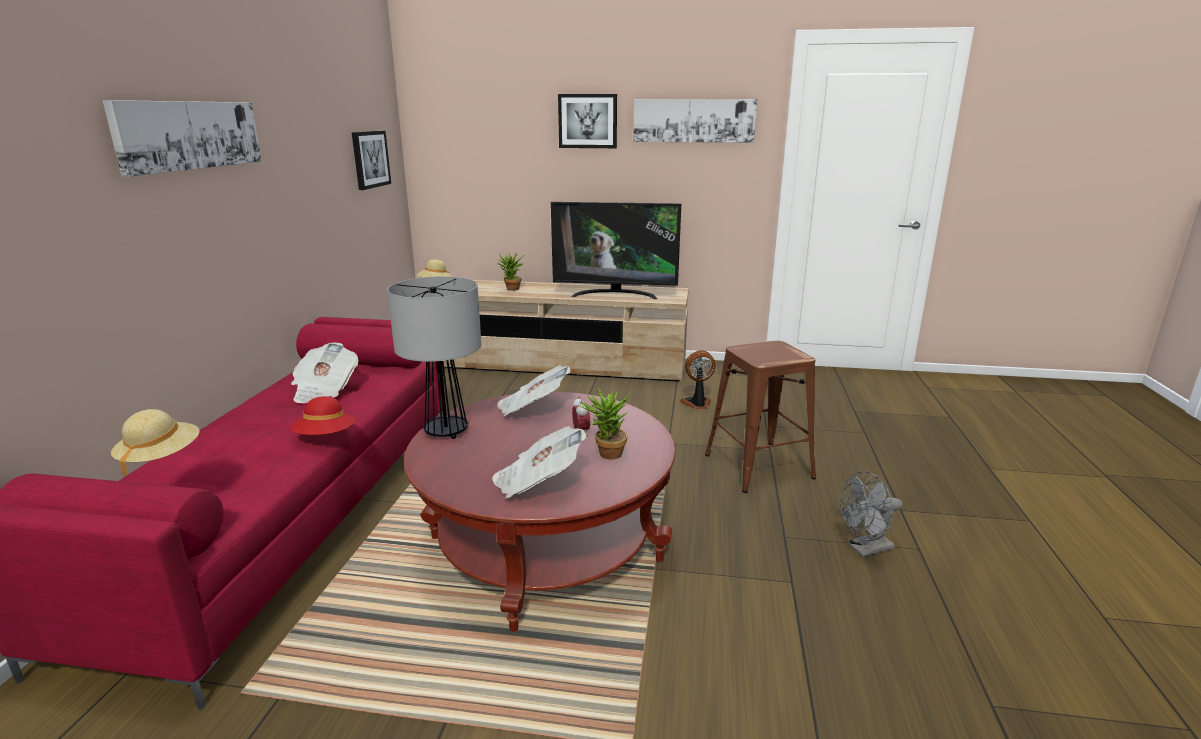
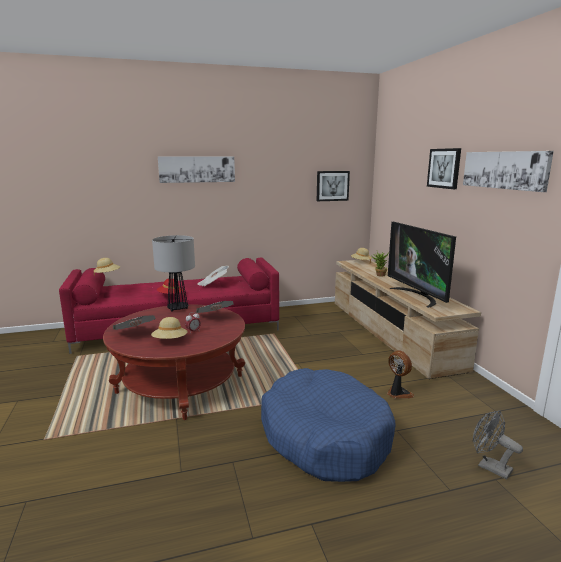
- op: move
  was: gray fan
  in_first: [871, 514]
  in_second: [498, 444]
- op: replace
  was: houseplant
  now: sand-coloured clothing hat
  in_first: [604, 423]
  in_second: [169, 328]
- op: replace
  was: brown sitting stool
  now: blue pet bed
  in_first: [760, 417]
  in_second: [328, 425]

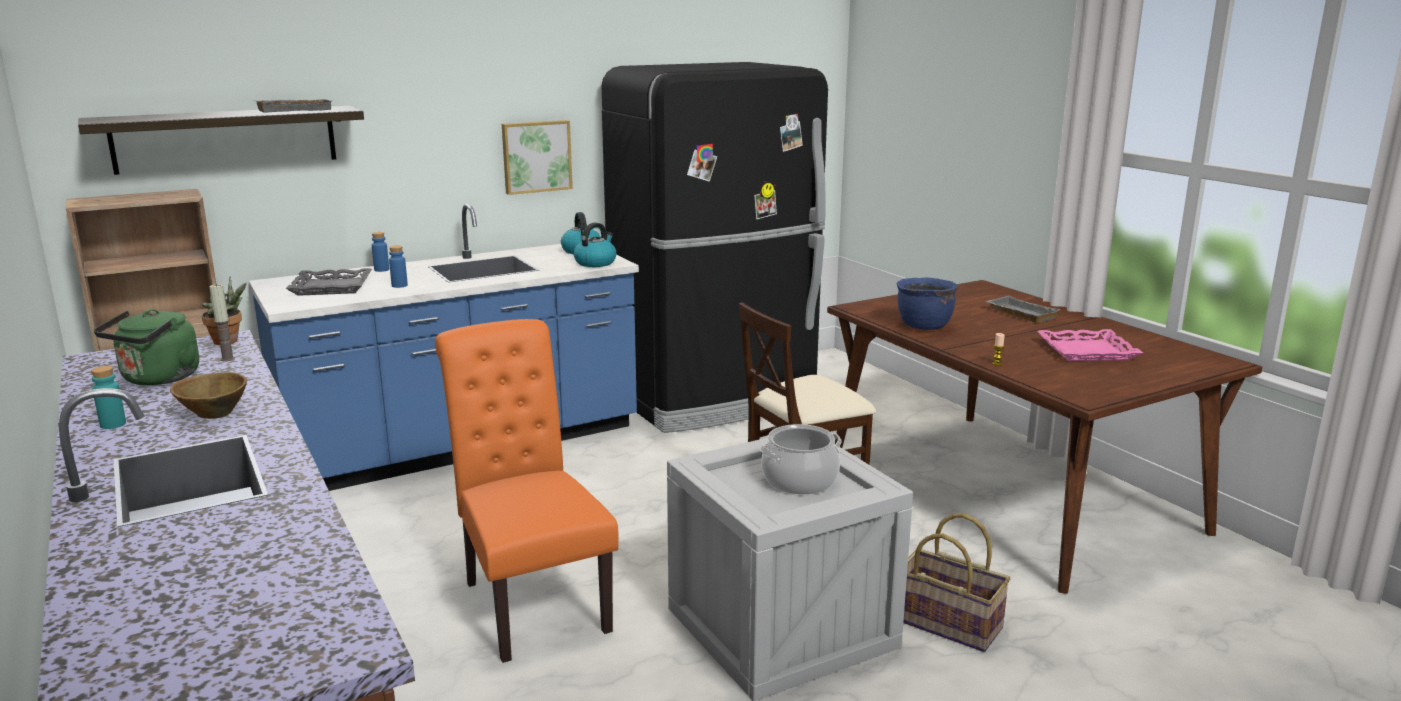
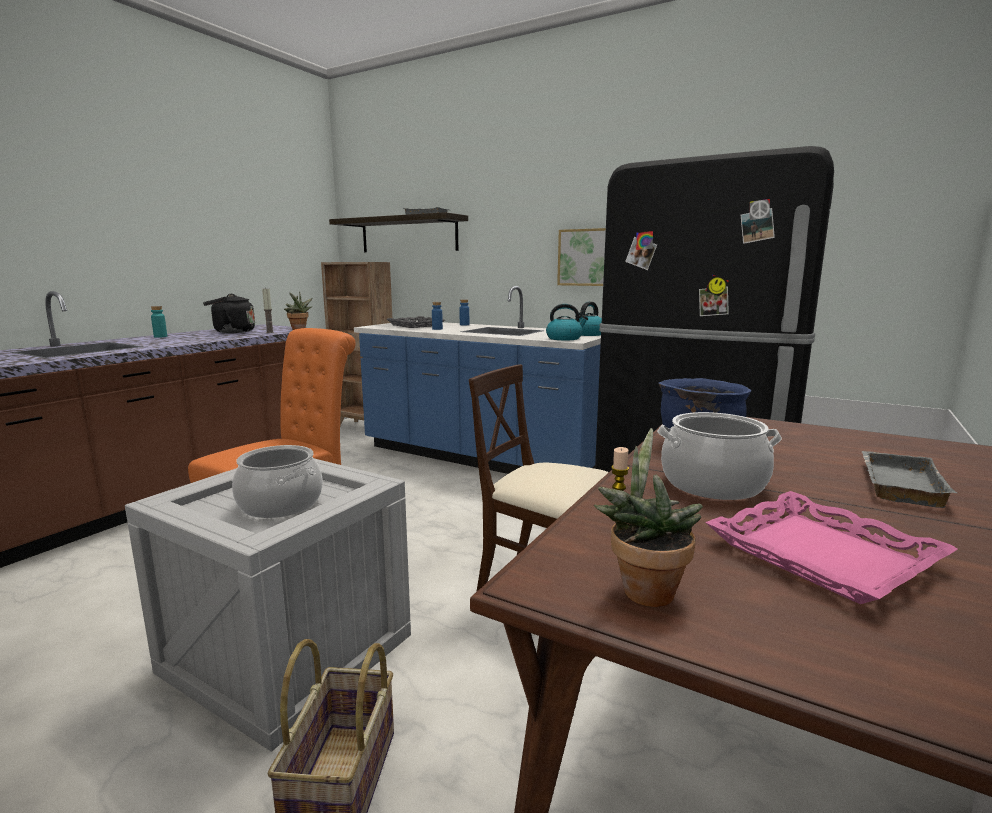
- op: delete
  was: brown bowl
  in_first: [208, 395]
- op: insert
  now: houseplant
  in_second: [648, 517]
- op: insert
  now: stockpot
  in_second: [719, 456]
- op: recolor
  was: green-coloured kettle
  now: black-coloured kettle
  in_first: [146, 347]
  in_second: [229, 313]

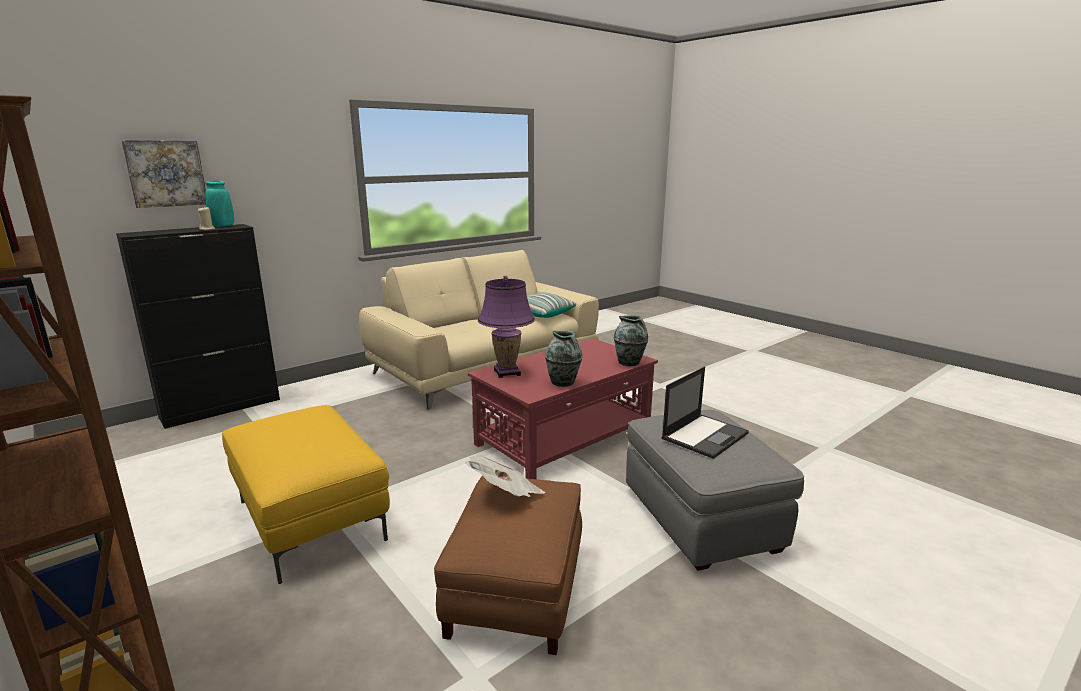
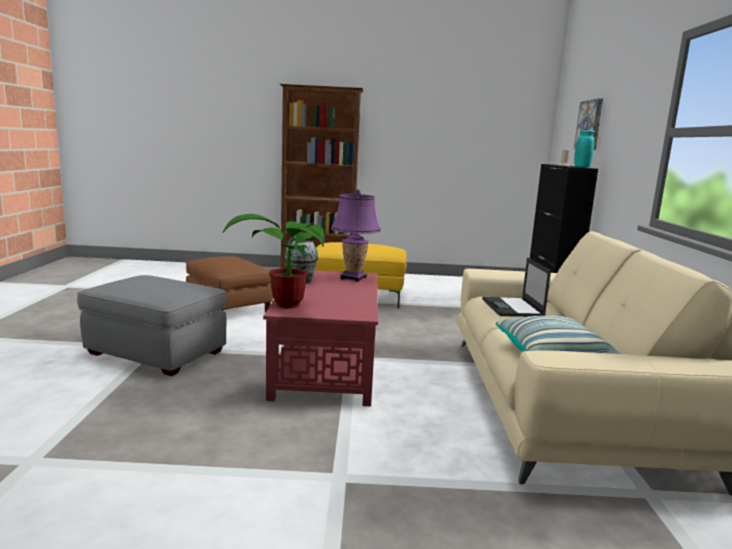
- op: delete
  was: newspaper
  in_first: [505, 476]
- op: move
  was: notebook computer
  in_first: [705, 412]
  in_second: [516, 287]
- op: replace
  was: vase
  now: houseplant
  in_first: [631, 340]
  in_second: [273, 261]

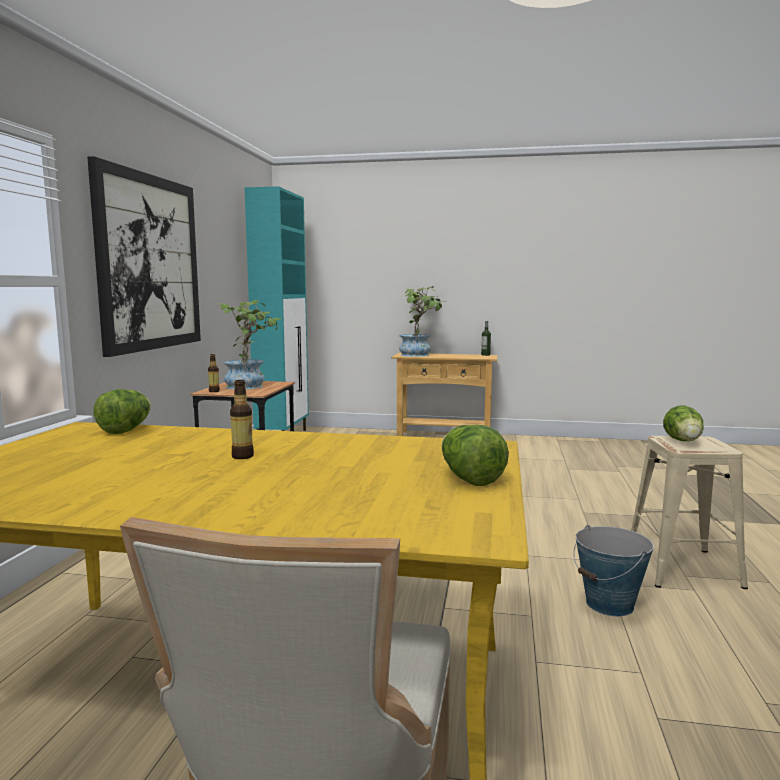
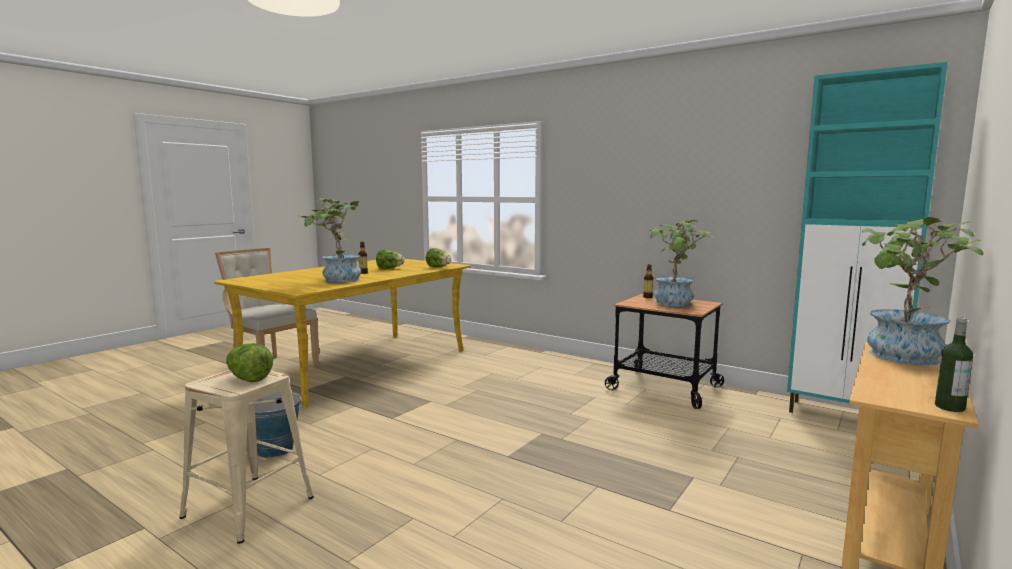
- op: delete
  was: wall picture
  in_first: [144, 256]
- op: insert
  now: houseplant
  in_second: [329, 240]
- op: move
  was: lettuce head
  in_first: [475, 455]
  in_second: [390, 259]

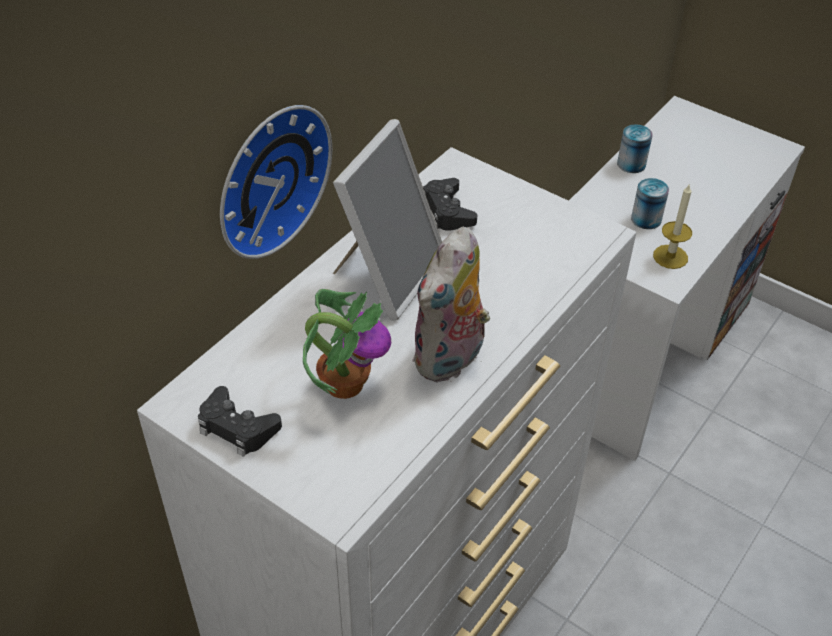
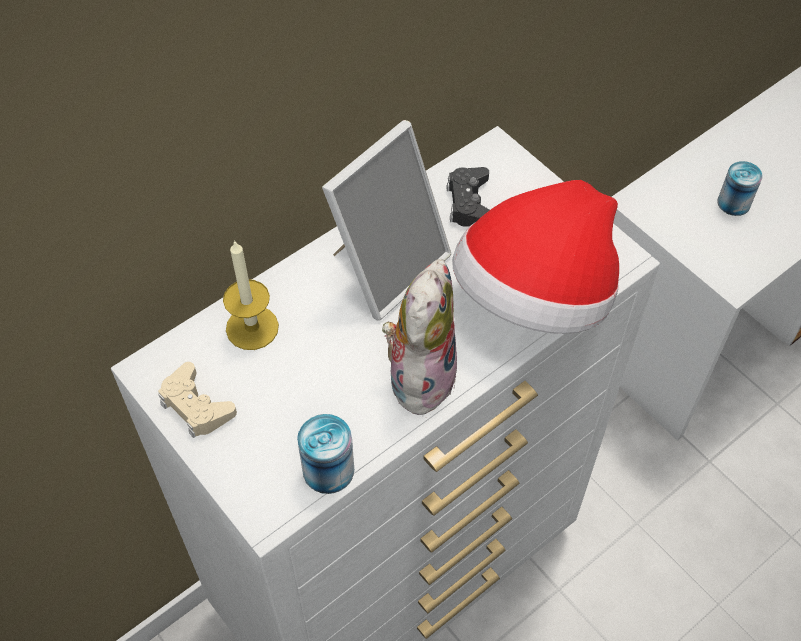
- op: delete
  was: wall clock
  in_first: [276, 182]
- op: delete
  was: houseplant
  in_first: [347, 344]
- op: insert
  now: clothing hat
  in_second: [535, 257]
- op: move
  was: can
  in_first: [635, 148]
  in_second: [325, 454]
- op: move
  was: wax light
  in_first: [672, 226]
  in_second: [251, 295]
- op: recolor
  was: black-coloured gamepad
  now: sand-coloured gamepad
  in_first: [240, 421]
  in_second: [197, 400]
- op: rotate
  was: soft toy
  in_first: [451, 304]
  in_second: [419, 340]
  clockwise: 150

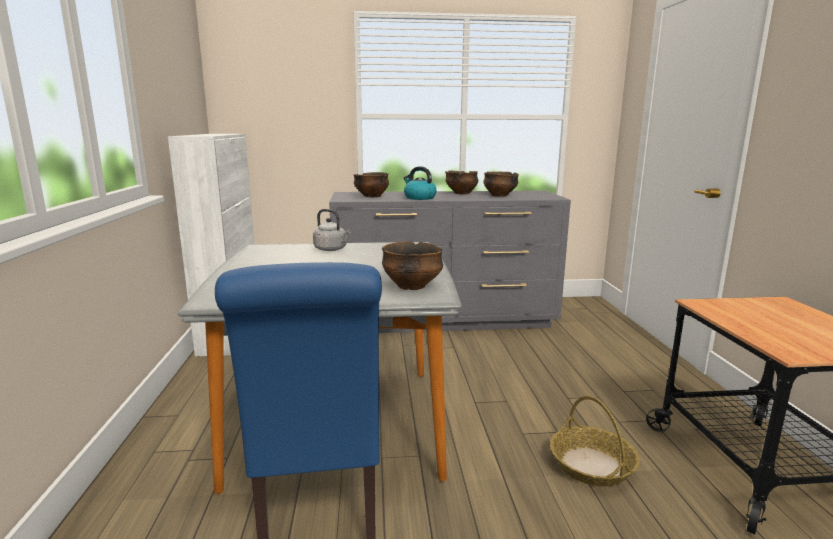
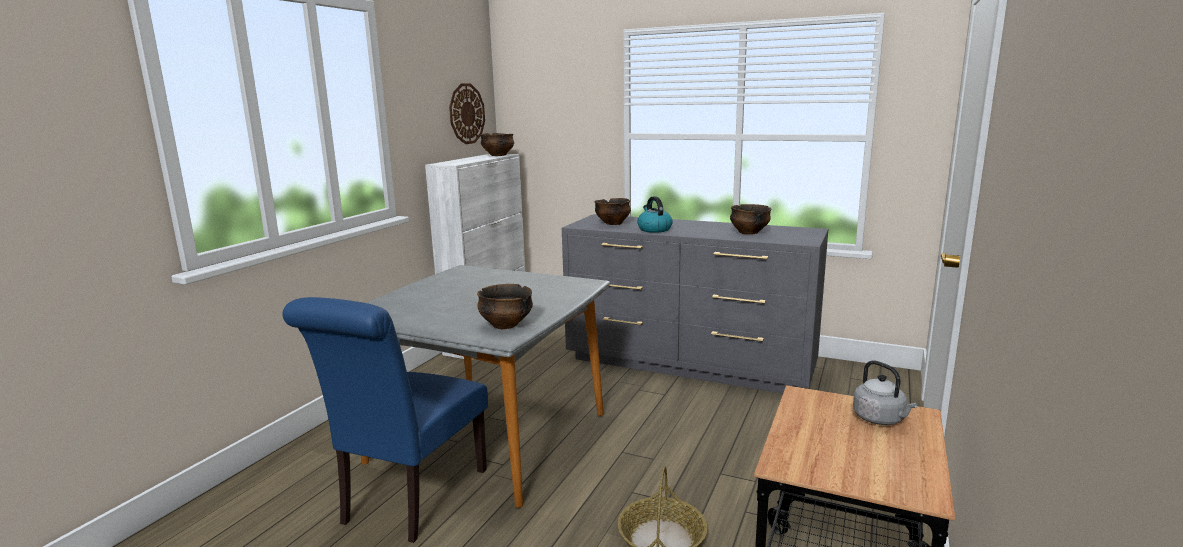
- op: insert
  now: wall clock
  in_second: [467, 114]
- op: move
  was: gray kettle
  in_first: [332, 230]
  in_second: [885, 393]
- op: move
  was: bowl
  in_first: [461, 182]
  in_second: [497, 144]

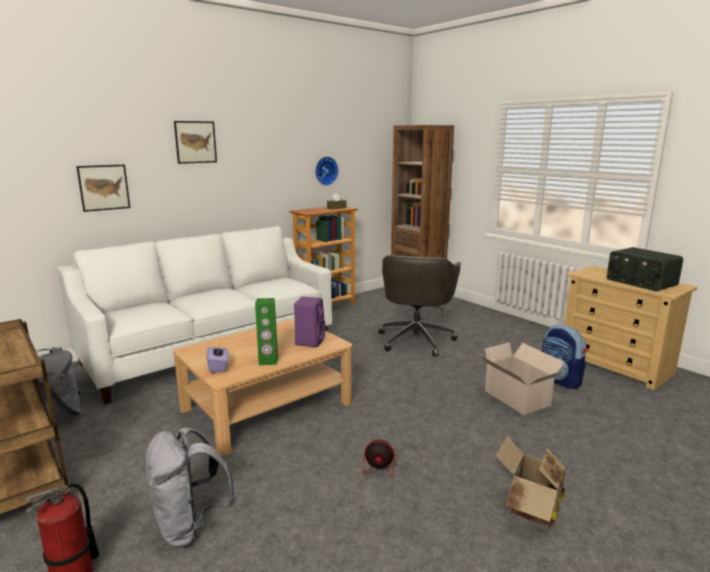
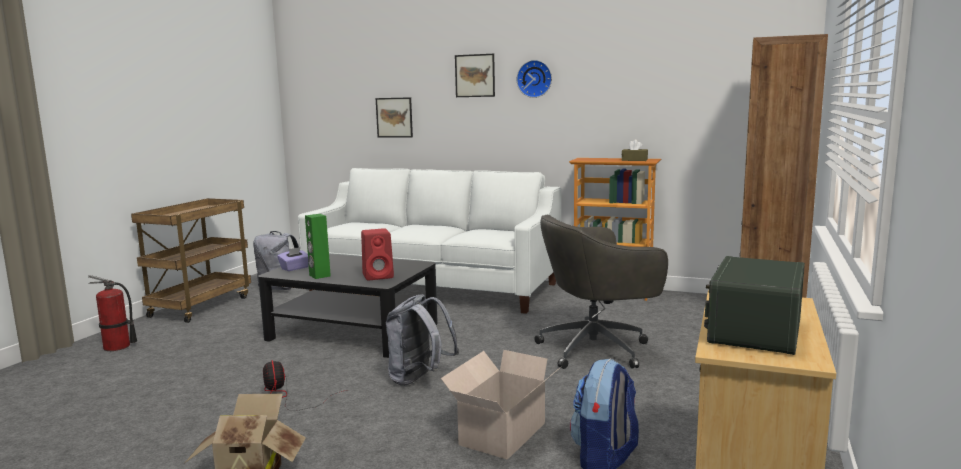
- op: move
  was: gray rucksack
  in_first: [190, 487]
  in_second: [422, 340]
- op: move
  was: wall clock
  in_first: [327, 171]
  in_second: [534, 79]
- op: recolor
  was: sand-coloured lounge table
  now: black-coloured lounge table
  in_first: [262, 387]
  in_second: [348, 306]
- op: recolor
  was: purple speaker
  now: red-coloured speaker
  in_first: [309, 322]
  in_second: [377, 254]

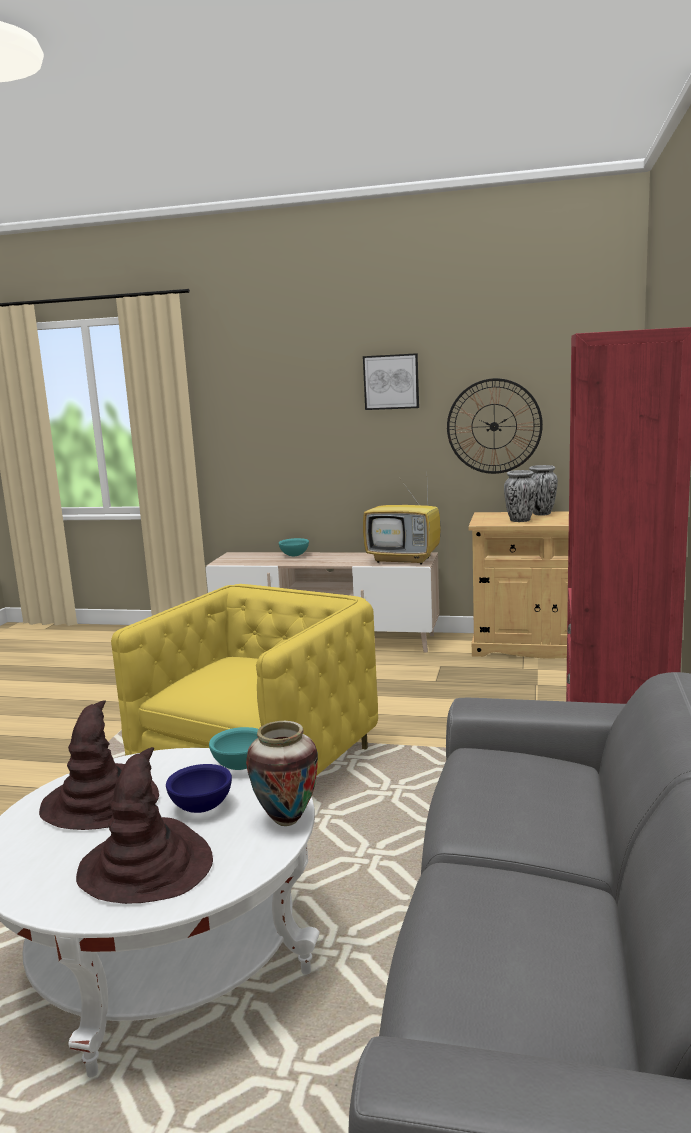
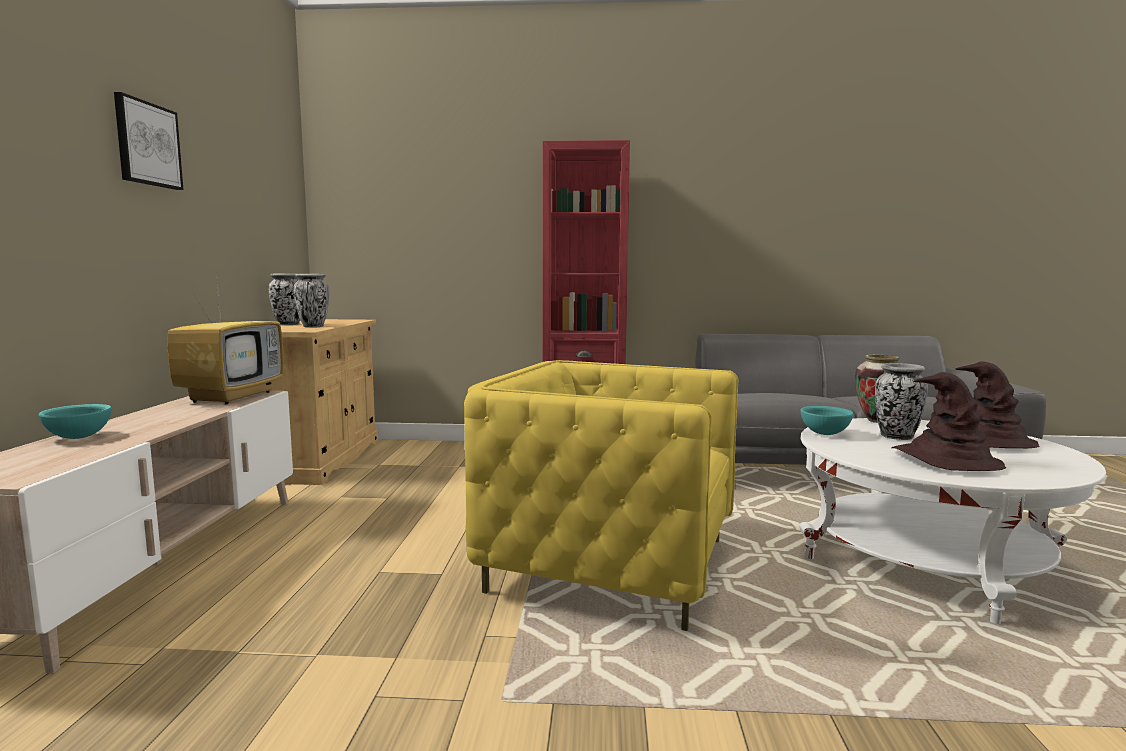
- op: delete
  was: wall clock
  in_first: [495, 426]
- op: replace
  was: blue bowl
  now: vase
  in_first: [199, 788]
  in_second: [901, 401]

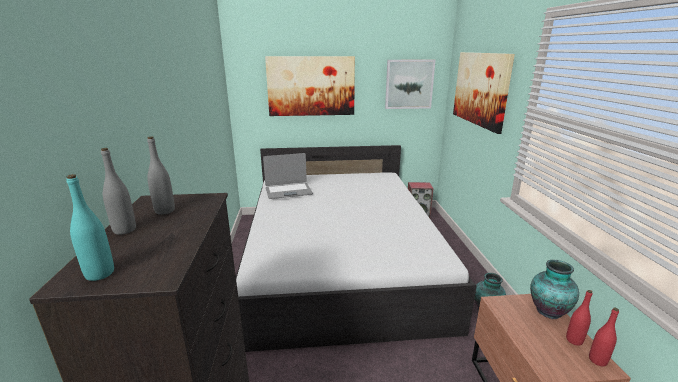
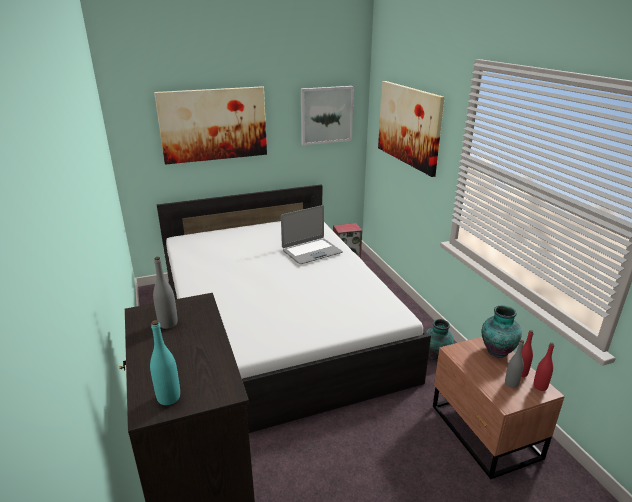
- op: move
  was: gray beverage bottle
  in_first: [118, 191]
  in_second: [514, 364]
- op: move
  was: notebook computer
  in_first: [288, 176]
  in_second: [312, 234]

